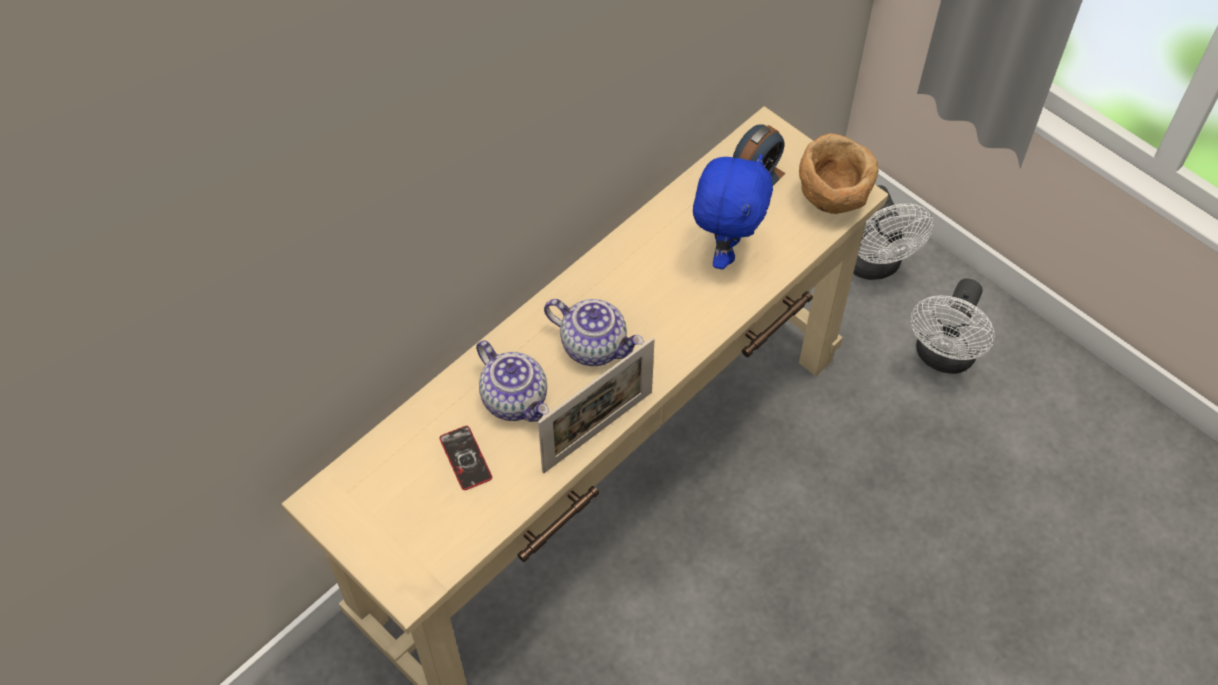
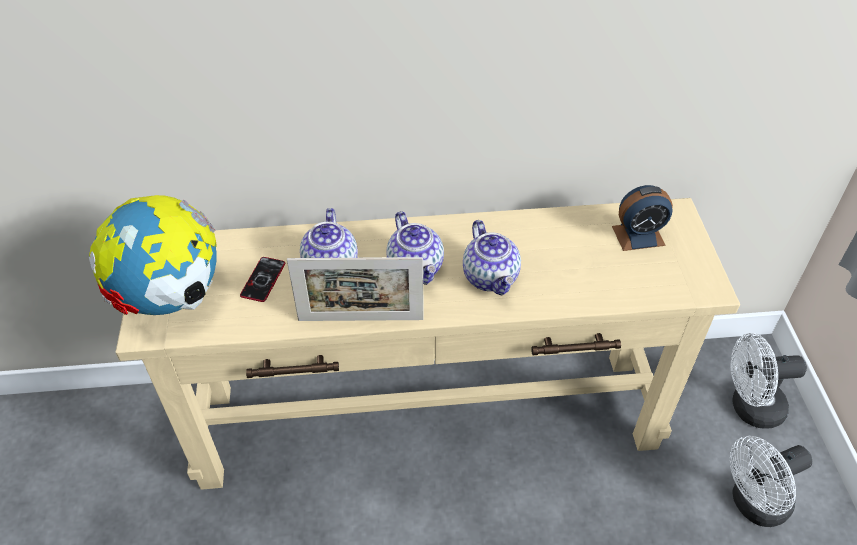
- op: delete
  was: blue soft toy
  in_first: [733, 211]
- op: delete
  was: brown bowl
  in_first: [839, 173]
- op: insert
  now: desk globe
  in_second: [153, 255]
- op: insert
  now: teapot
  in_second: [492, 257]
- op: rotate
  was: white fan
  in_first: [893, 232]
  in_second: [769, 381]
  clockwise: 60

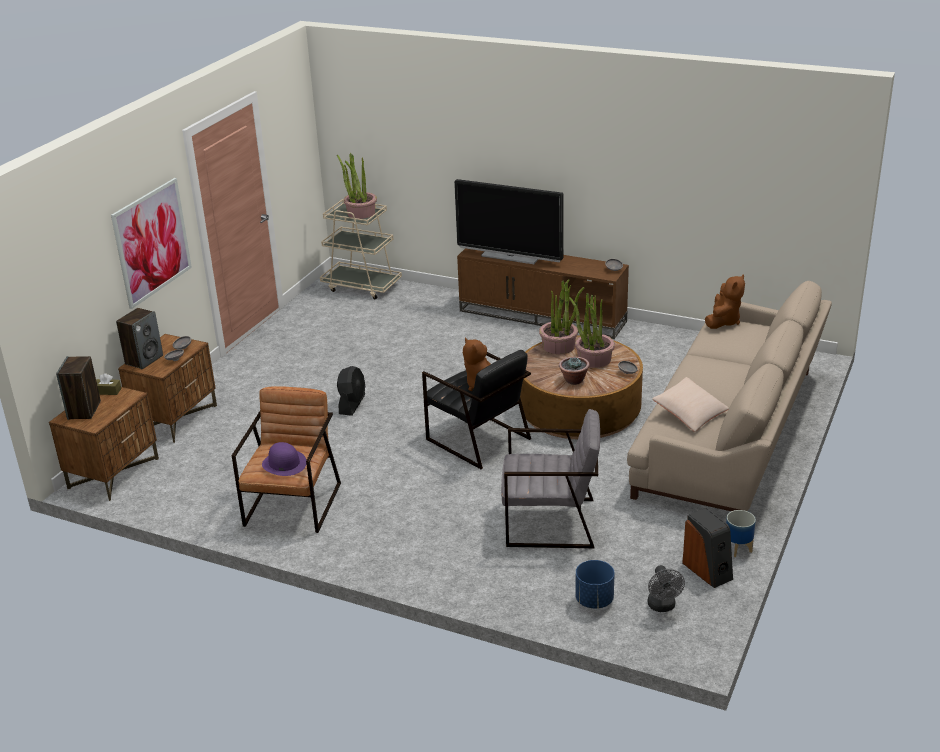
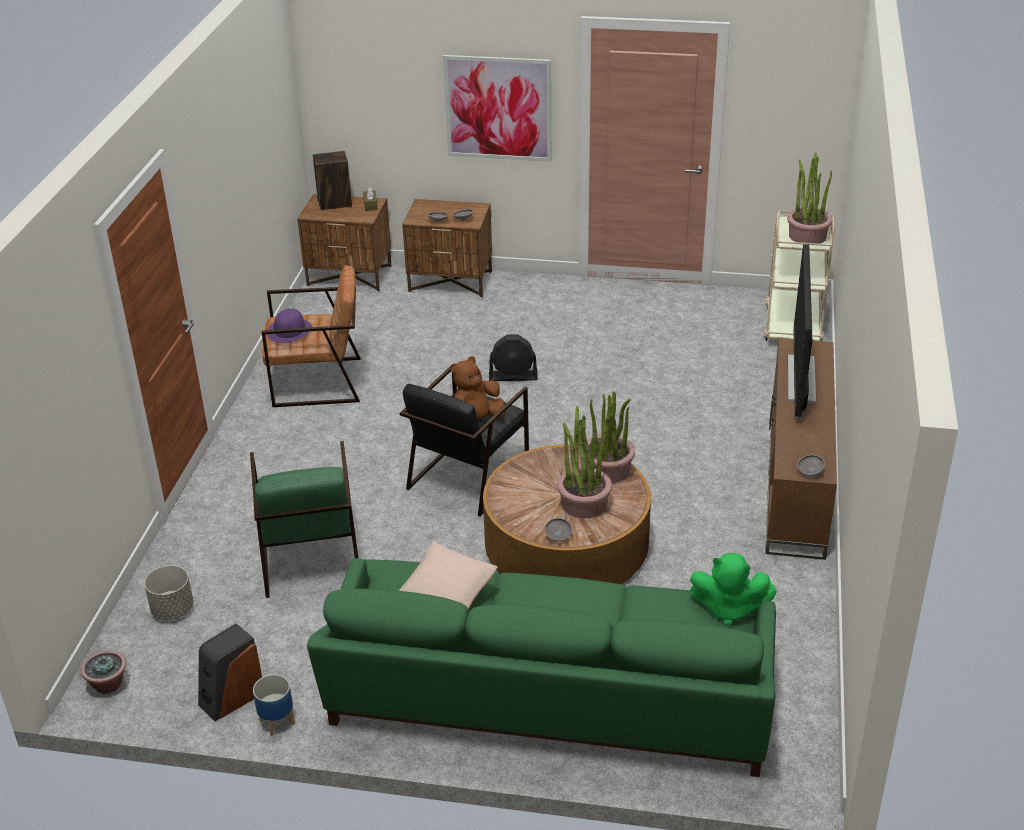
- op: delete
  was: speaker
  in_first: [139, 338]
- op: delete
  was: gray fan
  in_first: [666, 588]
- op: move
  was: houseplant
  in_first: [574, 370]
  in_second: [103, 672]
- op: recolor
  was: gray lounge chair
  now: green-coloured lounge chair
  in_first: [550, 478]
  in_second: [304, 519]
- op: recolor
  was: blue planter
  now: gray planter
  in_first: [595, 584]
  in_second: [169, 592]
- op: recolor
  was: sand-coloured couch
  now: green-coloured couch
  in_first: [729, 396]
  in_second: [541, 667]
- op: recolor
  was: brown soft toy
  now: green-coloured soft toy
  in_first: [725, 301]
  in_second: [733, 589]

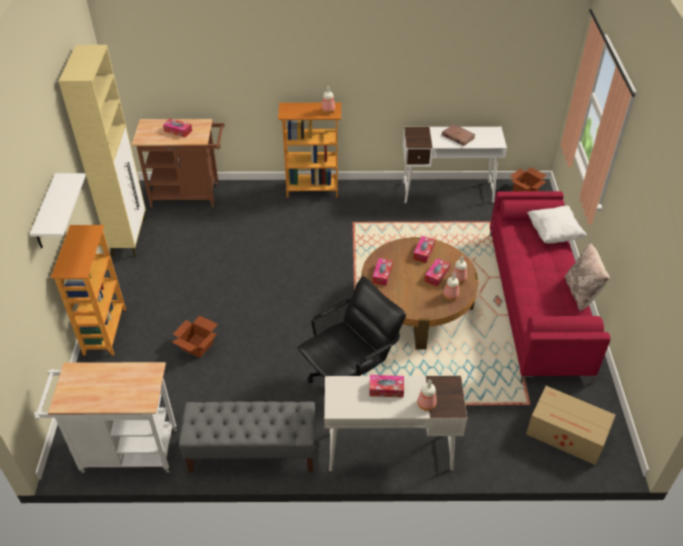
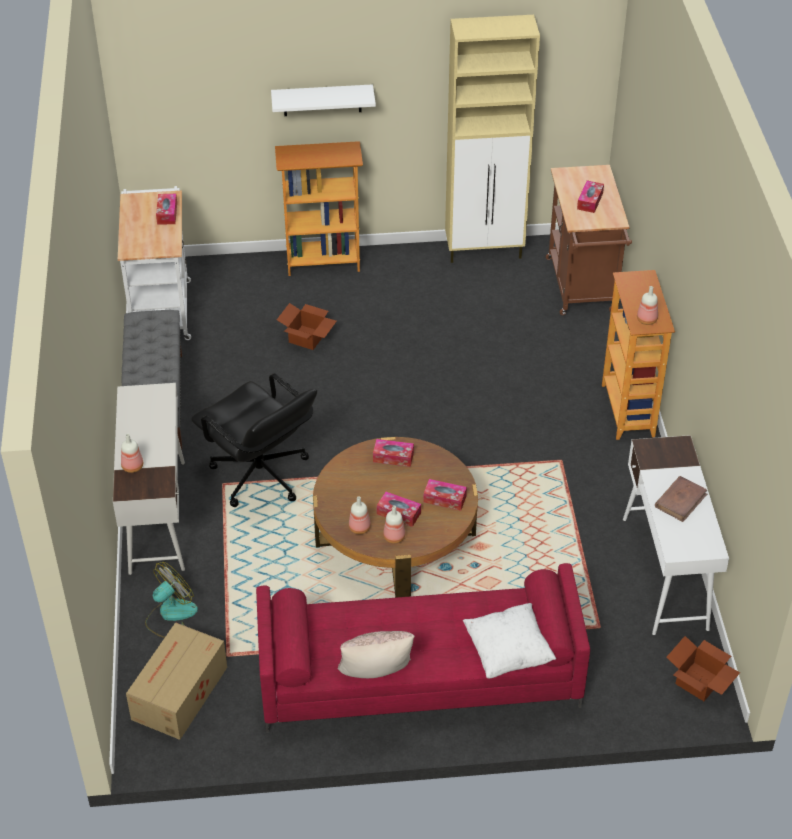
- op: insert
  now: fan
  in_second: [171, 600]
- op: move
  was: tissue holder
  in_first: [386, 386]
  in_second: [166, 209]

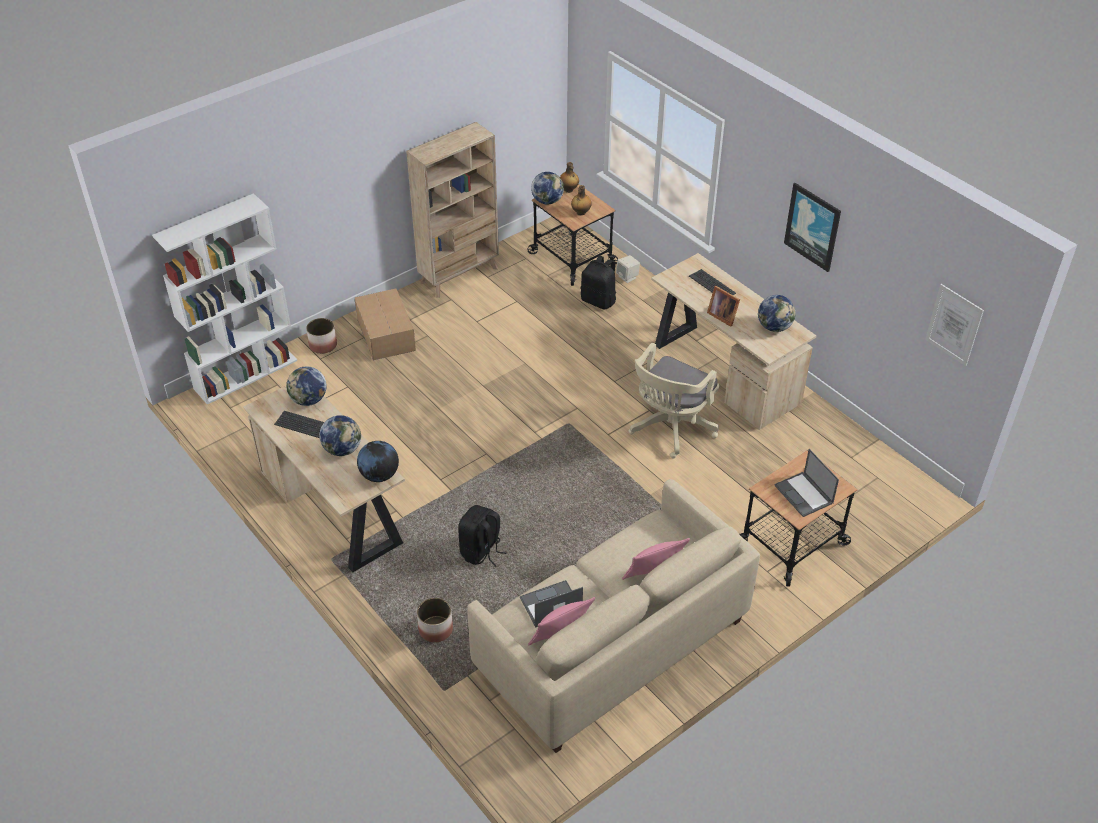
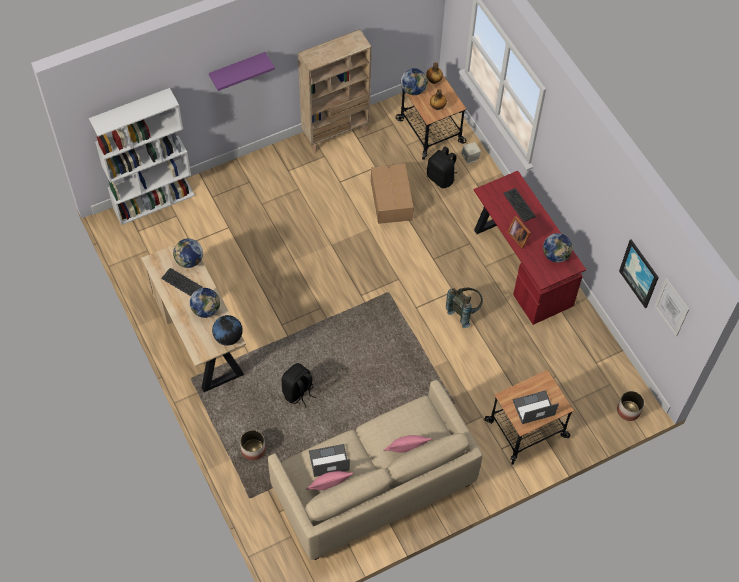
- op: insert
  now: purple shelf
  in_second: [242, 71]
- op: move
  was: planter
  in_first: [321, 336]
  in_second: [631, 406]
- op: move
  was: packing box
  in_first: [385, 324]
  in_second: [392, 194]
- op: move
  was: wall picture
  in_first: [812, 227]
  in_second: [639, 273]
- op: replace
  was: sand-coloured computer chair
  now: gray rucksack
  in_first: [673, 400]
  in_second: [464, 308]
- op: recolor
  was: sand-coloured desk
  now: red-coloured desk
  in_first: [733, 341]
  in_second: [530, 248]
- op: rotate
  was: notebook computer
  in_first: [807, 483]
  in_second: [536, 407]
  clockwise: 90

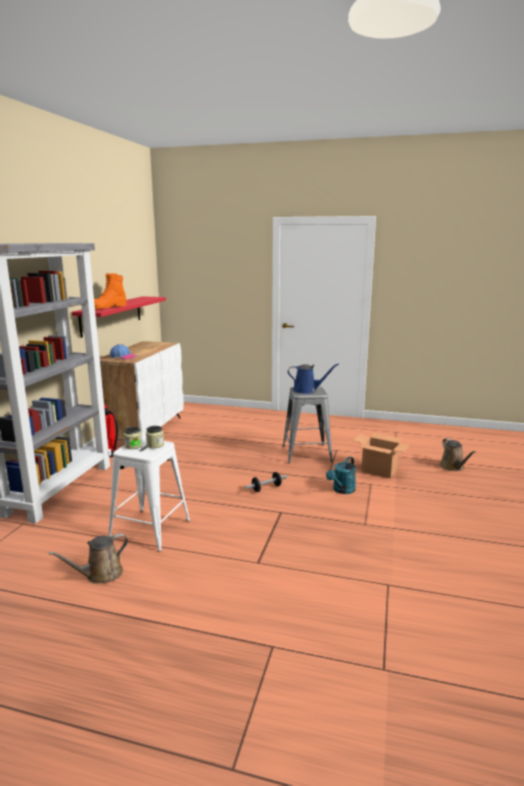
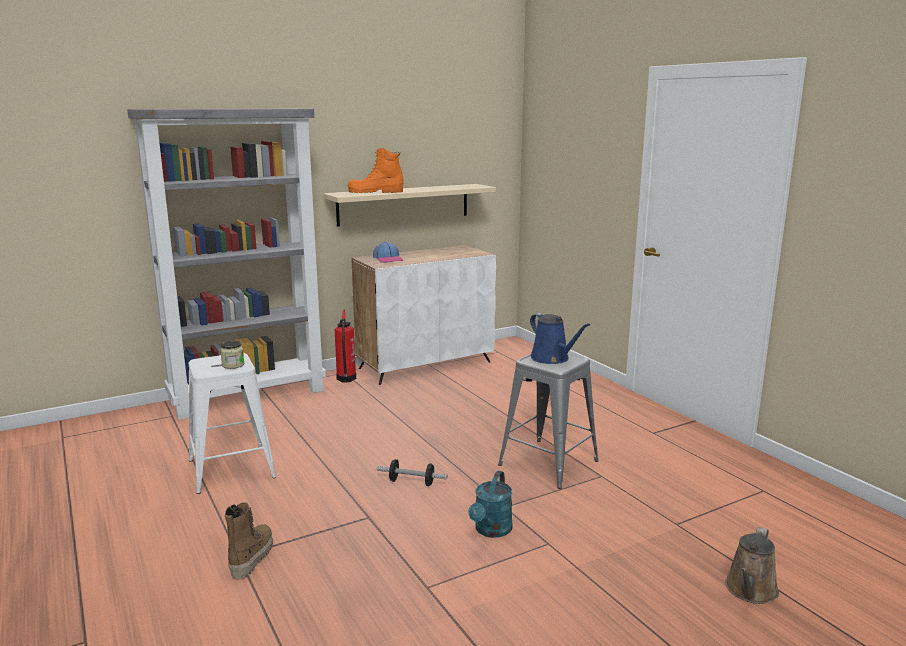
- op: delete
  was: brown watering can
  in_first: [88, 558]
- op: delete
  was: storage jar
  in_first: [133, 438]
- op: delete
  was: packing box
  in_first: [382, 455]
- op: insert
  now: tall boot
  in_second: [249, 541]
- op: recolor
  was: red-coloured shelf
  now: sand-coloured shelf
  in_first: [119, 317]
  in_second: [409, 205]
- op: rotate
  was: turquoise-coloured watering can
  in_first: [341, 475]
  in_second: [491, 504]
  clockwise: -60

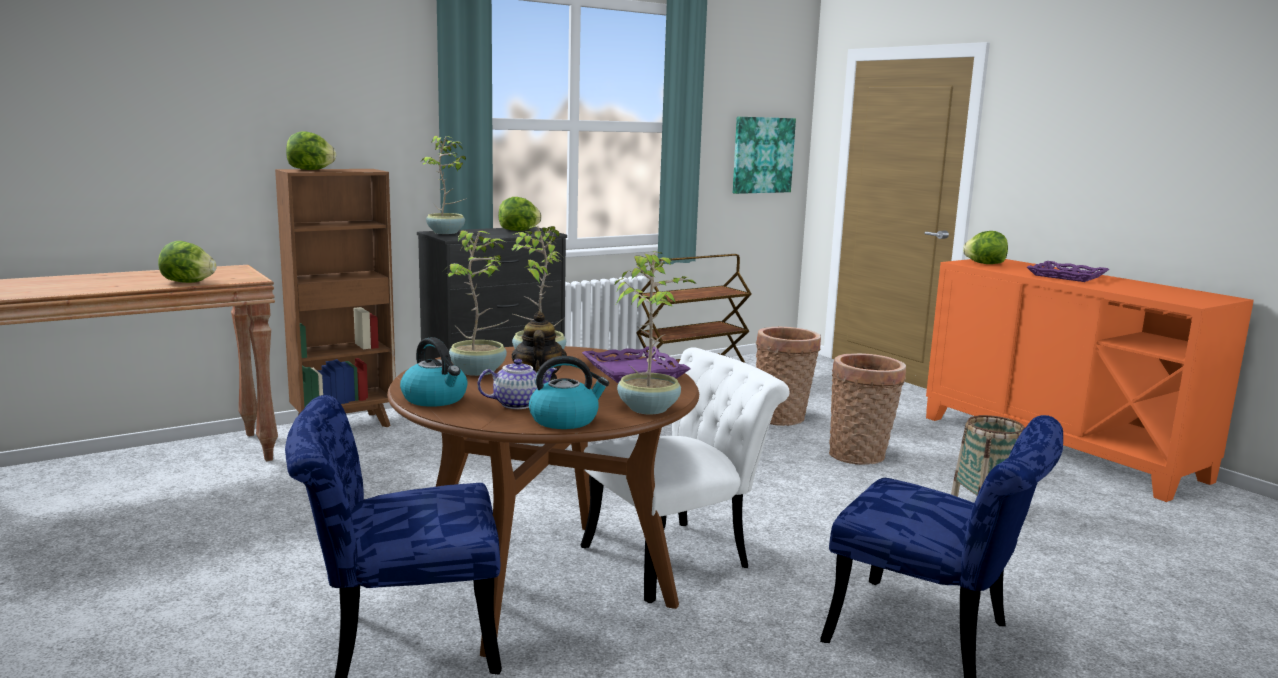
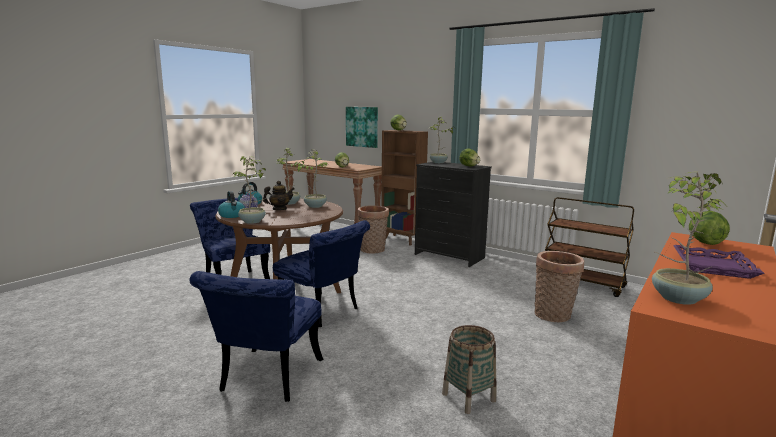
- op: delete
  was: purple serving tray
  in_first: [636, 364]
- op: insert
  now: houseplant
  in_second: [689, 238]
- op: move
  was: wall picture
  in_first: [764, 155]
  in_second: [362, 127]
- op: move
  was: household basket
  in_first: [867, 409]
  in_second: [373, 229]
- op: recolor
  was: white upright chair
  now: blue upright chair
  in_first: [685, 475]
  in_second: [321, 273]

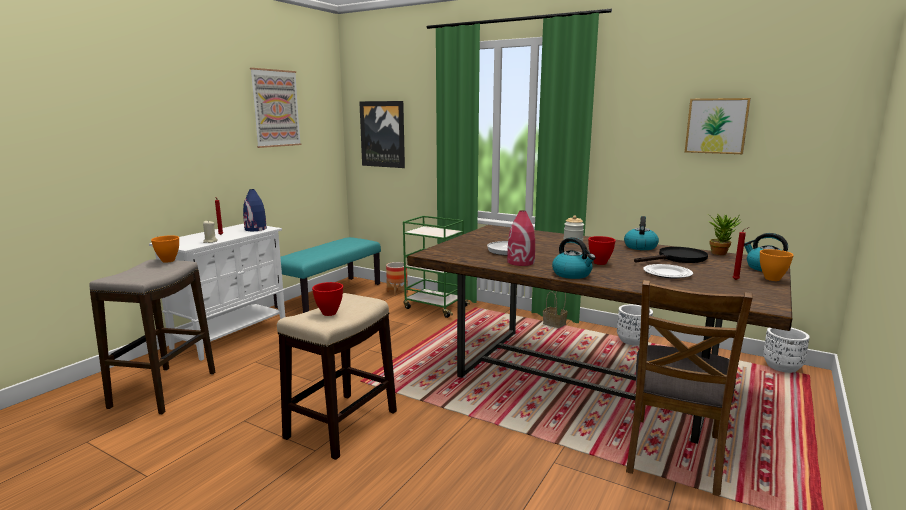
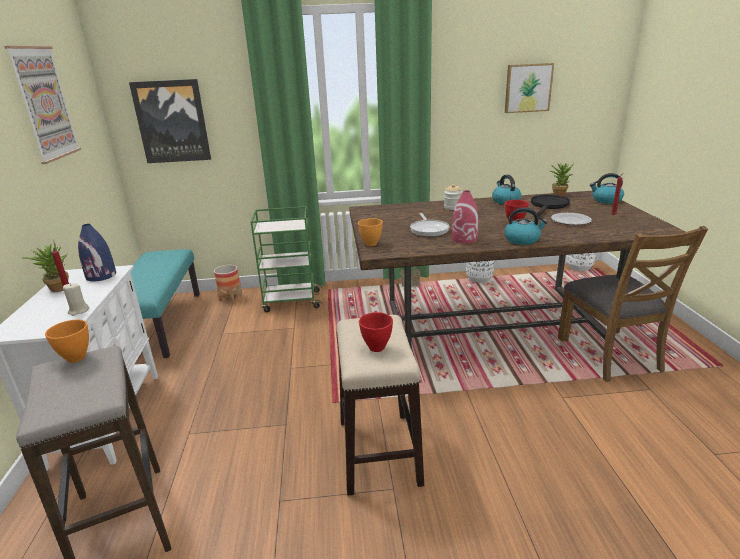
- op: insert
  now: houseplant
  in_second: [45, 267]
- op: move
  was: orangey bowl
  in_first: [777, 265]
  in_second: [370, 232]

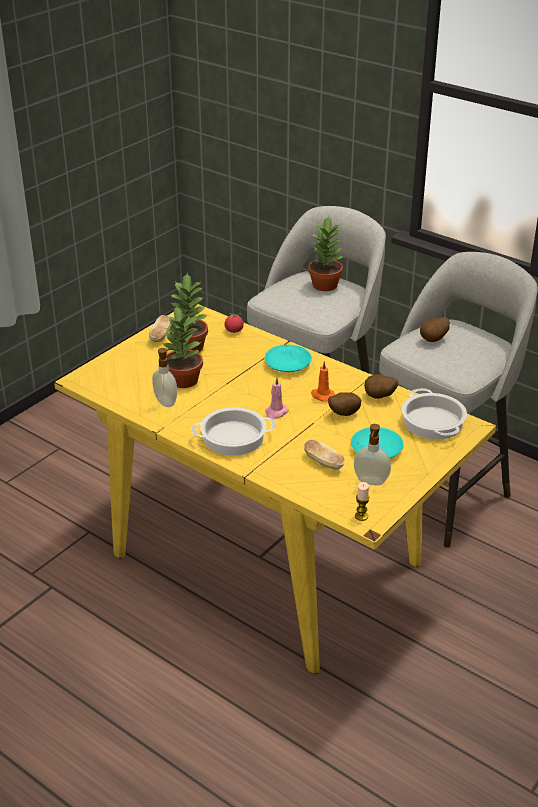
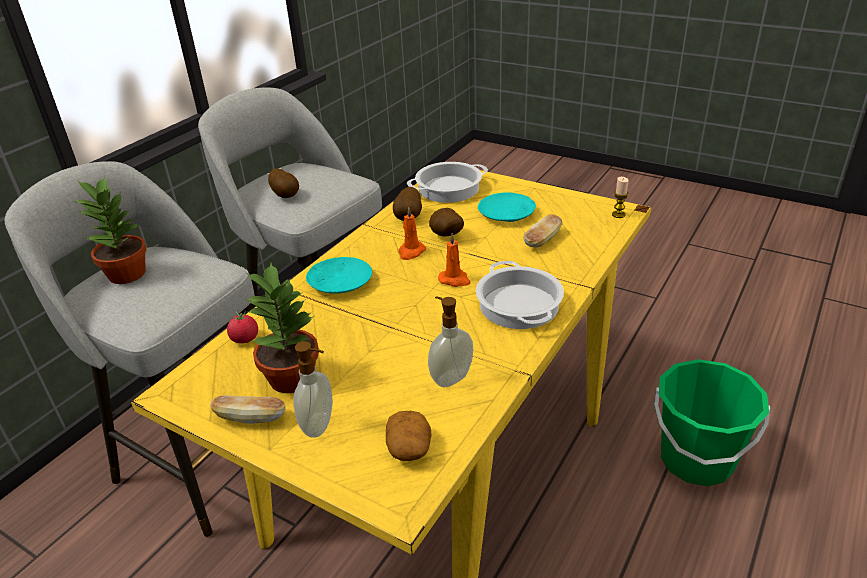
- op: delete
  was: houseplant
  in_first: [182, 347]
- op: insert
  now: potato
  in_second: [409, 436]
- op: insert
  now: green-coloured bucket
  in_second: [712, 422]
- op: move
  was: soap bottle
  in_first: [372, 454]
  in_second: [313, 389]
- op: recolor
  was: pink wax light
  now: orangey wax light
  in_first: [277, 398]
  in_second: [454, 260]

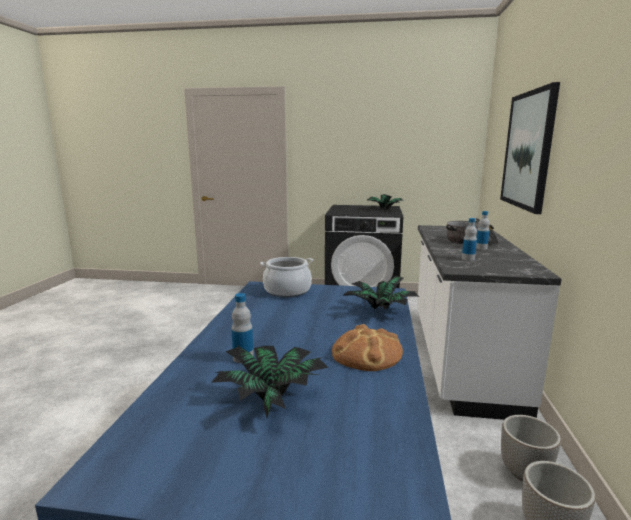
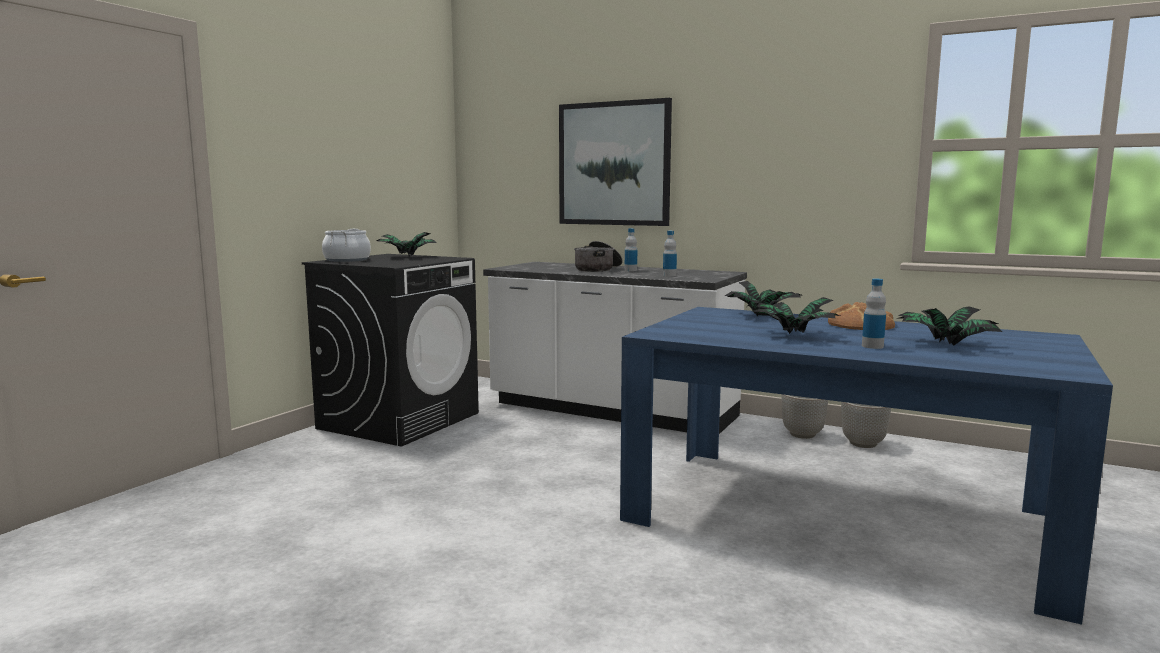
- op: insert
  now: houseplant
  in_second: [796, 315]
- op: move
  was: stockpot
  in_first: [286, 277]
  in_second: [346, 245]

